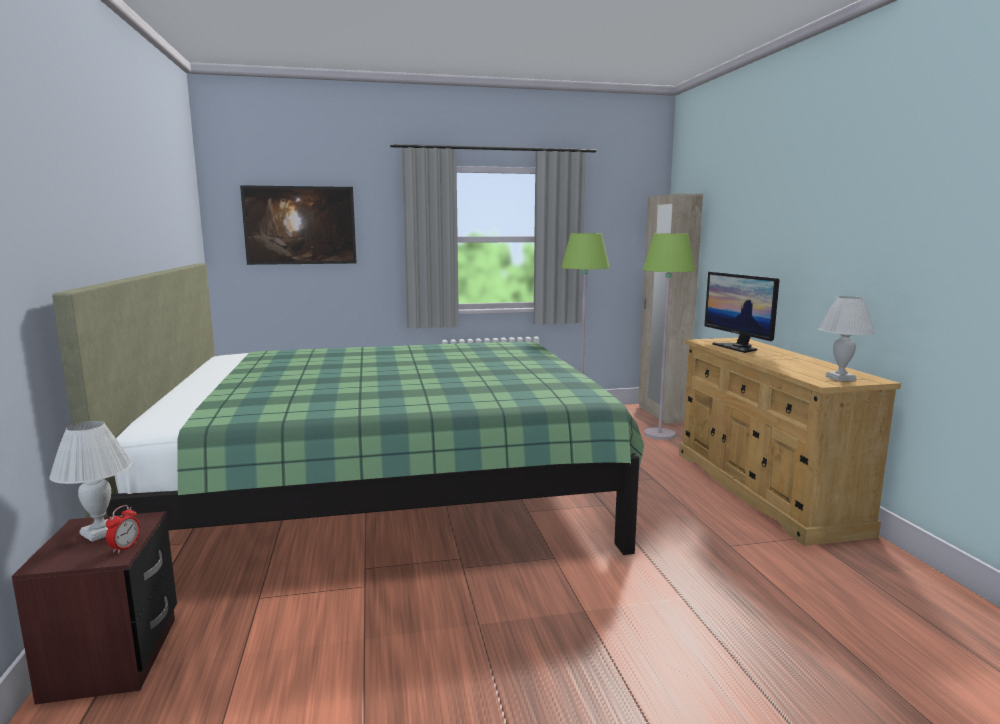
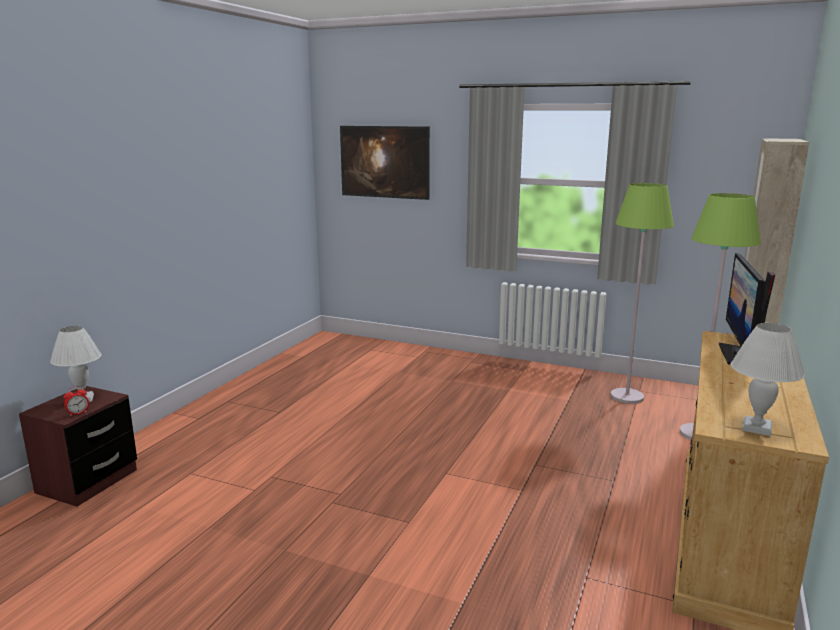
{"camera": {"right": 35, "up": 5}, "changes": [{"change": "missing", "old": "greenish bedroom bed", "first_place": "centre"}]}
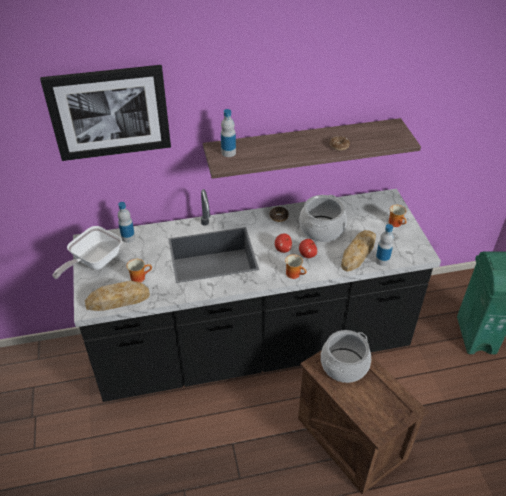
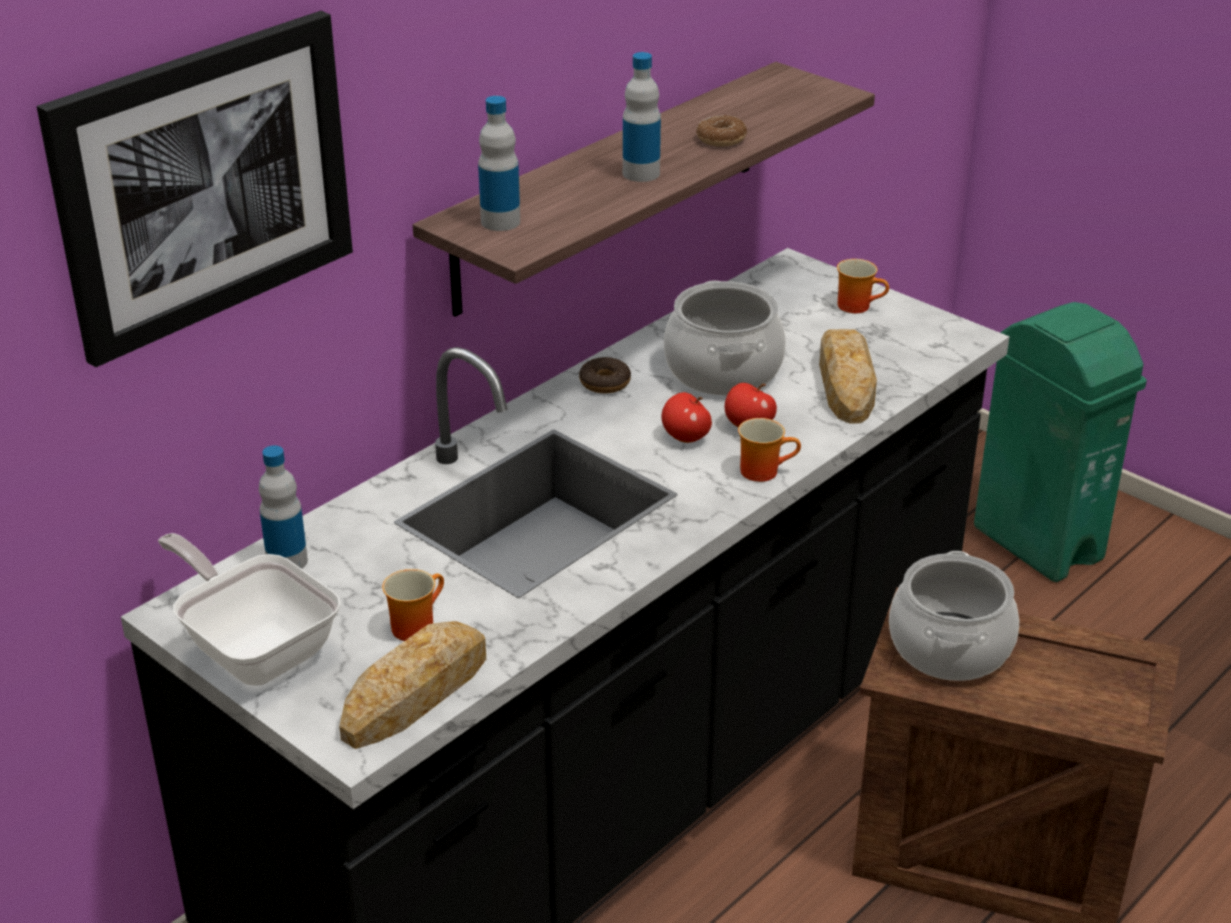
{"camera": {"right": -35, "up": -10}, "changes": [{"change": "spun", "old": "pan", "first_place": "middle left", "second_place": "middle left", "degrees": 135}, {"change": "relocated", "old": "bottle (no. 3 from left)", "first_place": "middle right", "second_place": "top centre"}]}
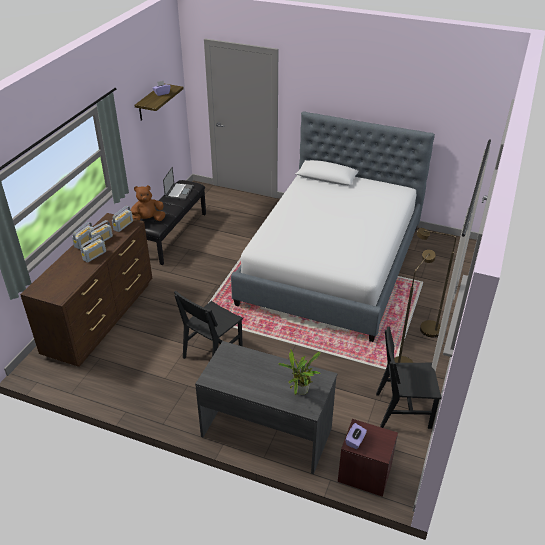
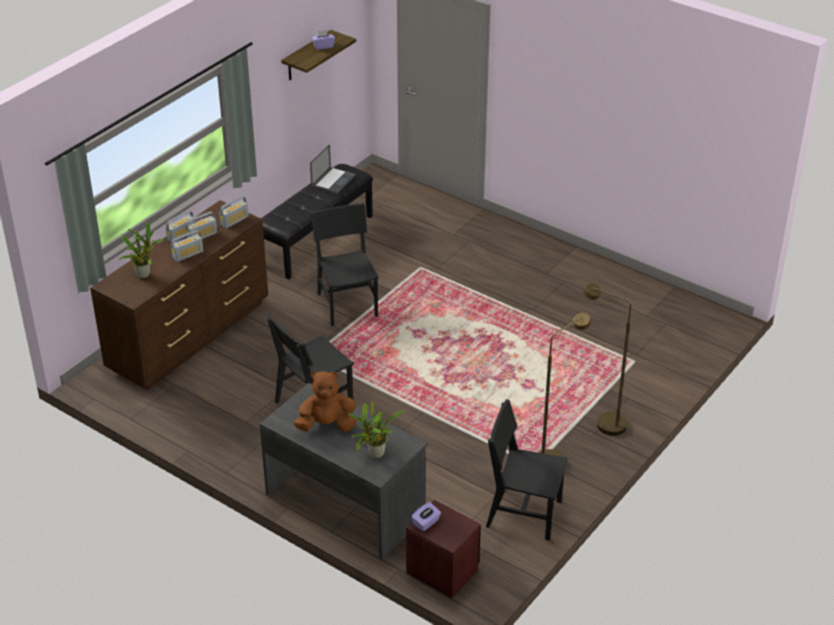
{"camera": {"right": 15, "up": 0}, "changes": [{"change": "appeared", "new": "plant in a pot (no. 1 from left)", "second_place": "middle left"}, {"change": "relocated", "old": "brown-coloured cuddly toy", "first_place": "middle left", "second_place": "centre"}, {"change": "appeared", "new": "black chair (no. 2 from left)", "second_place": "centre"}, {"change": "missing", "old": "bedroom bed", "first_place": "centre"}]}
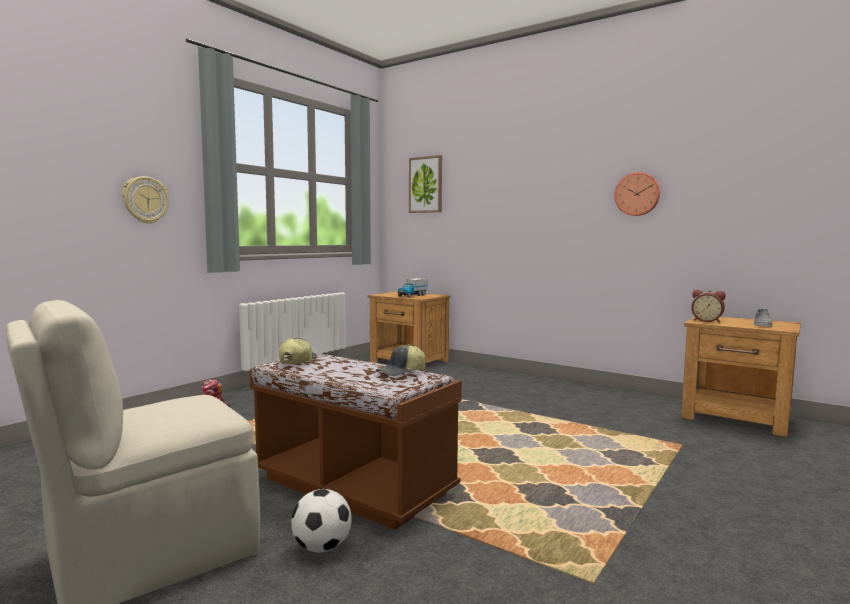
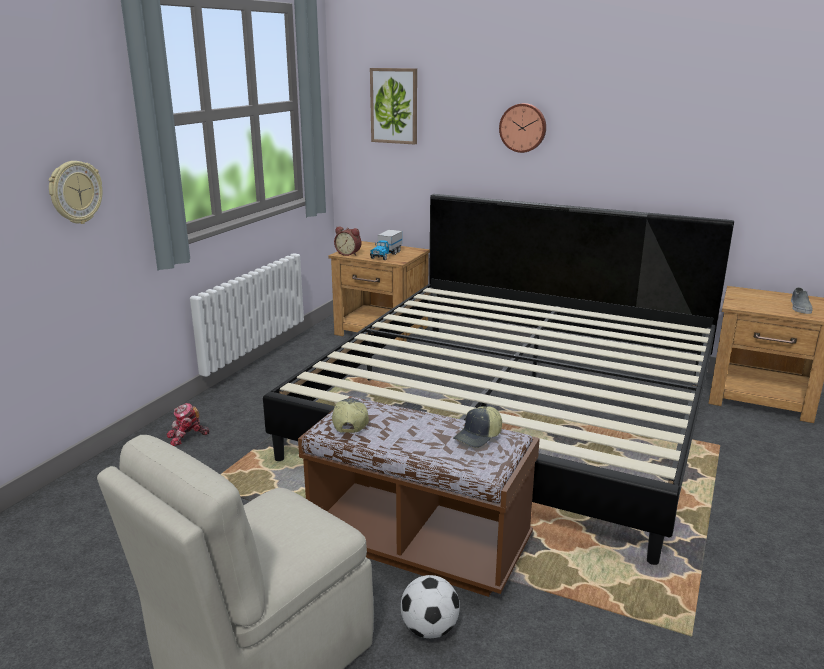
{"camera": {"right": -10, "up": 15}, "changes": [{"change": "appeared", "new": "bedroom bed", "second_place": "centre"}, {"change": "relocated", "old": "table clock", "first_place": "middle right", "second_place": "centre"}, {"change": "relocated", "old": "clock on the wall (no. 2 from left)", "first_place": "top right", "second_place": "top centre"}]}
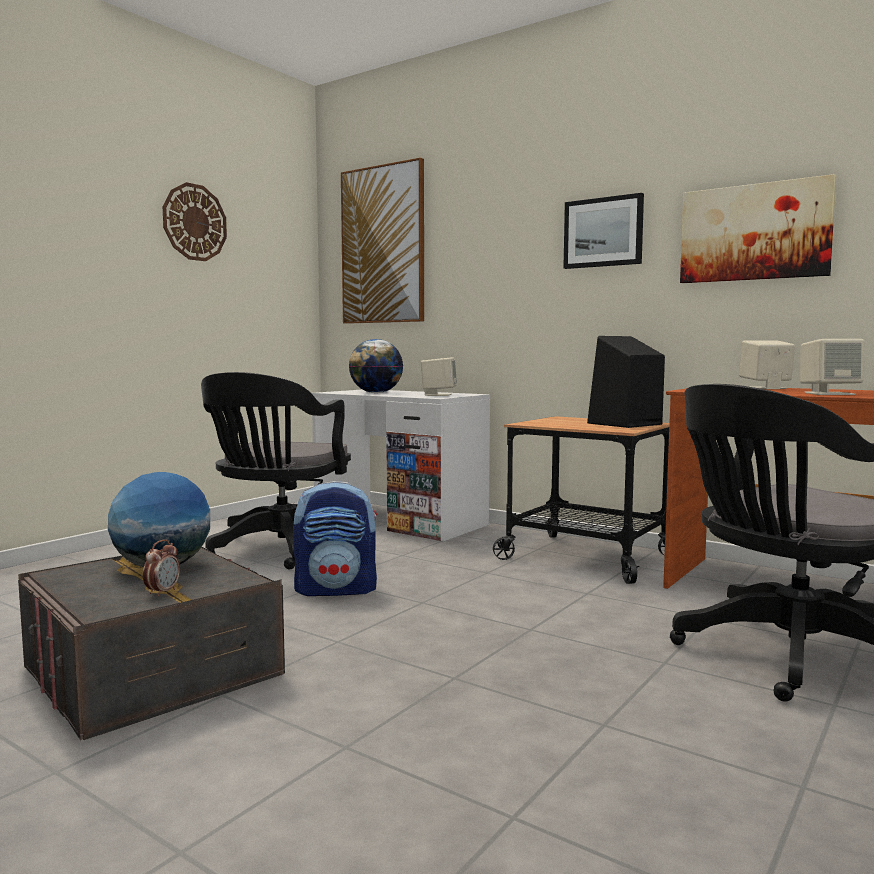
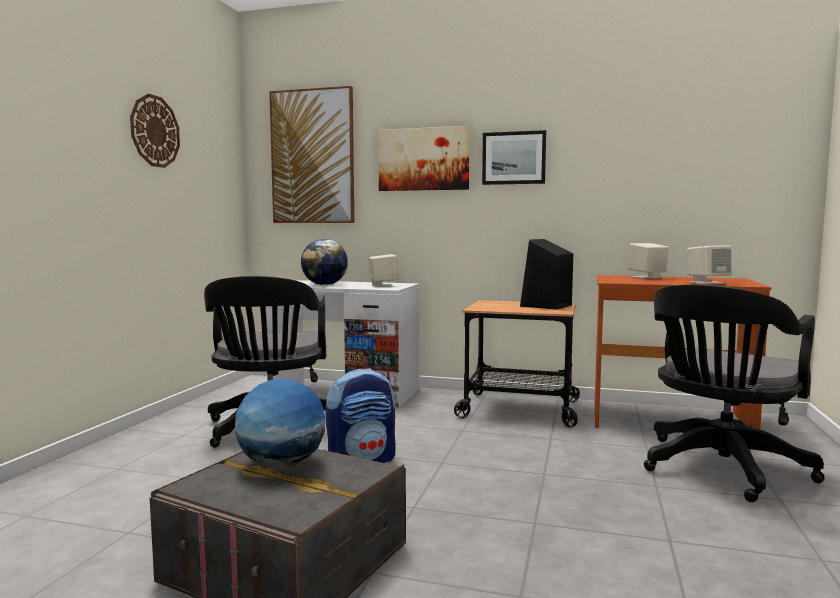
{"camera": {"right": -20, "up": 0}, "changes": [{"change": "relocated", "old": "picture (no. 3 from left in the first image)", "new": "picture (no. 2 from left)", "first_place": "top right", "second_place": "top centre"}, {"change": "missing", "old": "table clock", "first_place": "middle left"}]}
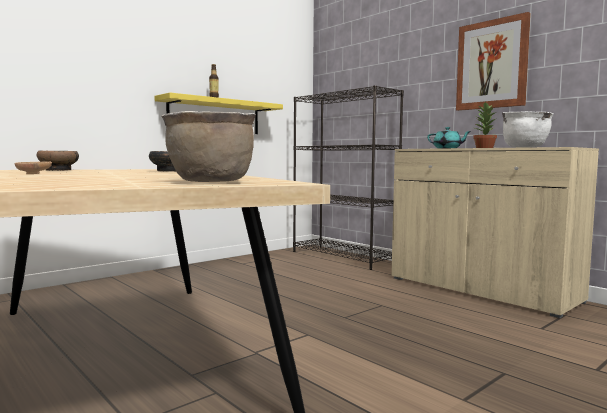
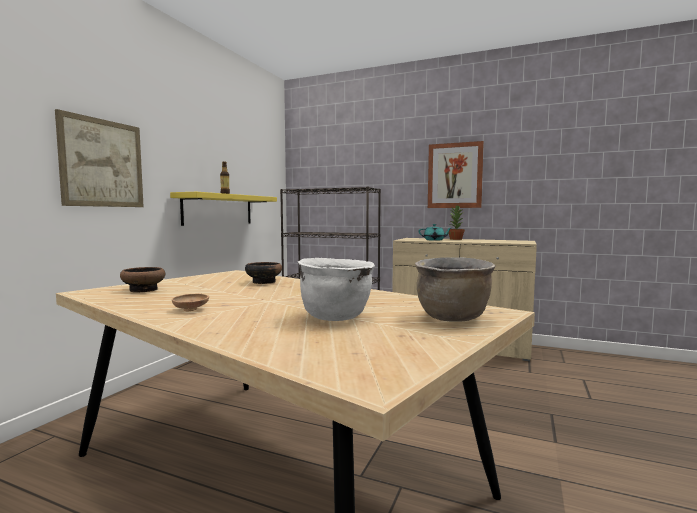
{"camera": {"right": -25, "up": 0}, "changes": [{"change": "appeared", "new": "picture (no. 1 from left)", "second_place": "top left"}, {"change": "relocated", "old": "white-coloured saucepot", "first_place": "top right", "second_place": "centre"}]}
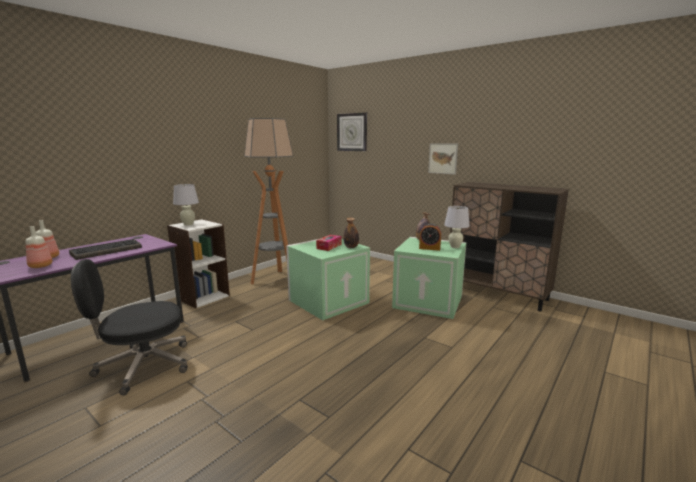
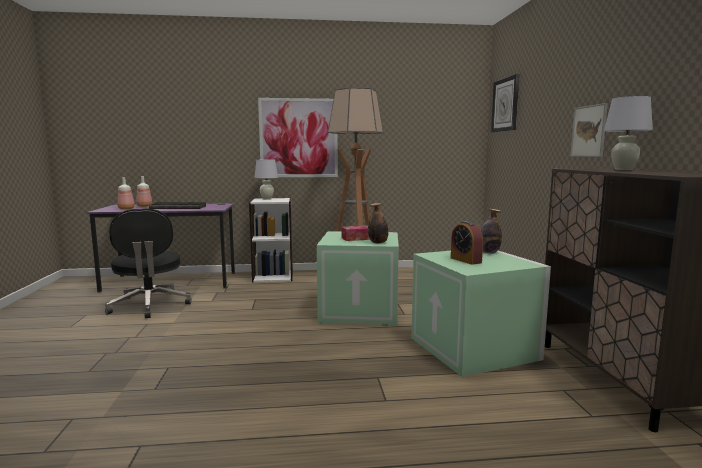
{"camera": {"right": 45, "up": -5}, "changes": [{"change": "spun", "old": "black desk chair", "first_place": "bottom left", "second_place": "middle left", "degrees": -135}, {"change": "appeared", "new": "picture (no. 1 from left)", "second_place": "top centre"}, {"change": "relocated", "old": "white-coloured lamp for a table (no. 2 from left)", "first_place": "centre", "second_place": "top right"}]}
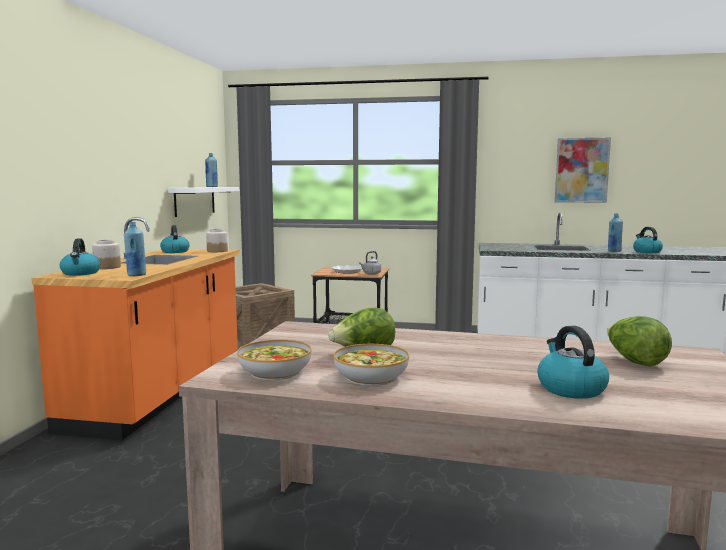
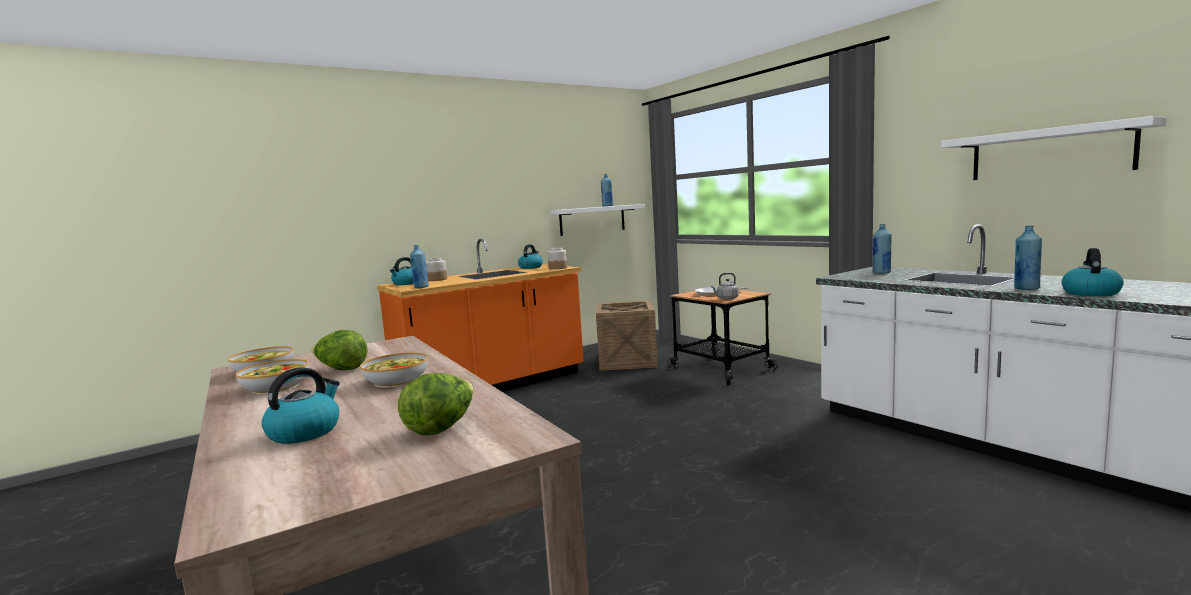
{"camera": {"right": 45, "up": 0}, "changes": [{"change": "appeared", "new": "serving bowl (no. 3 from left)", "second_place": "middle left"}, {"change": "appeared", "new": "bluish bottle (no. 3 from left)", "second_place": "middle right"}, {"change": "exchanged", "old": "picture", "new": "white-coloured wall shelf (no. 2 from left)", "first_place": "top right", "second_place": "top right"}]}
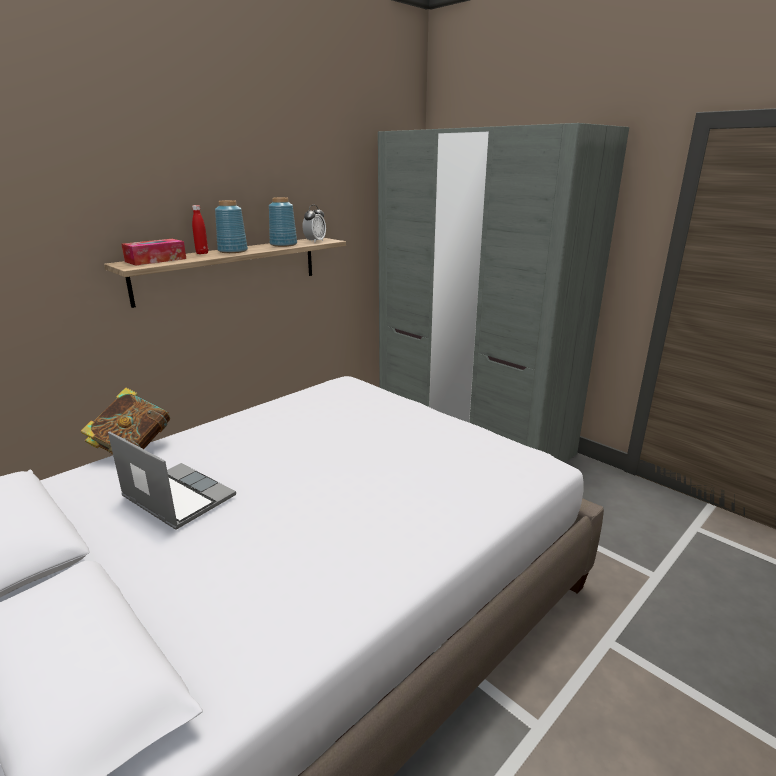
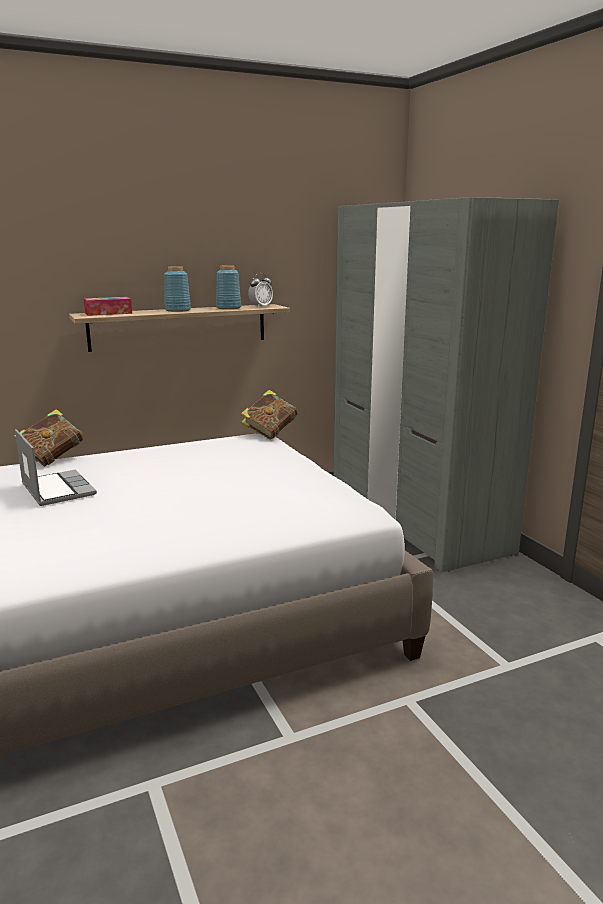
{"camera": {"right": 20, "up": -5}, "changes": [{"change": "appeared", "new": "volume (no. 2 from left)", "second_place": "centre"}, {"change": "missing", "old": "red-coloured bottle", "first_place": "top left"}]}
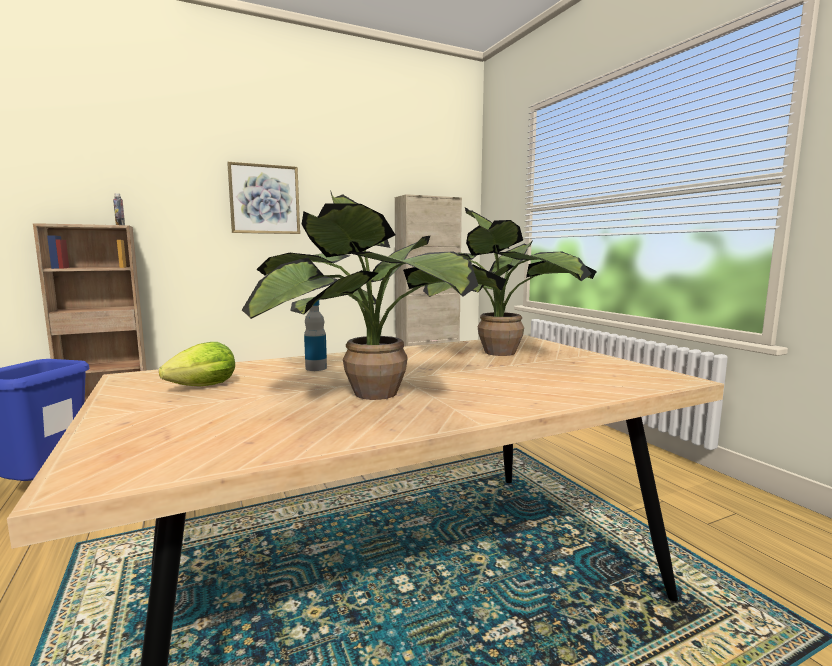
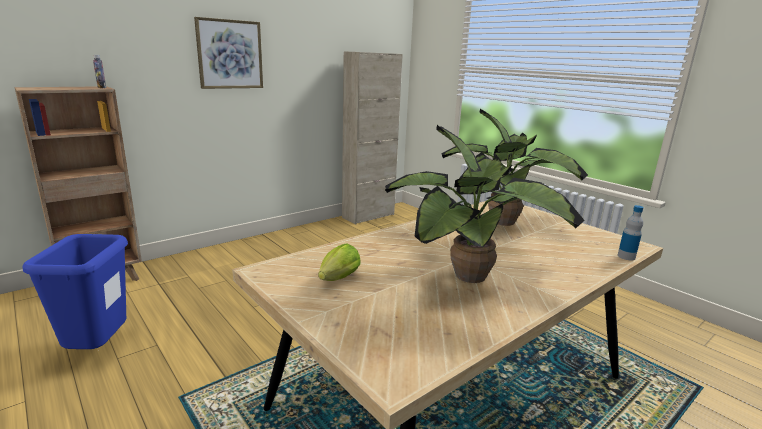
{"camera": {"right": -15, "up": 10}, "changes": [{"change": "relocated", "old": "bottle (no. 2 from left)", "first_place": "centre", "second_place": "middle right"}]}
